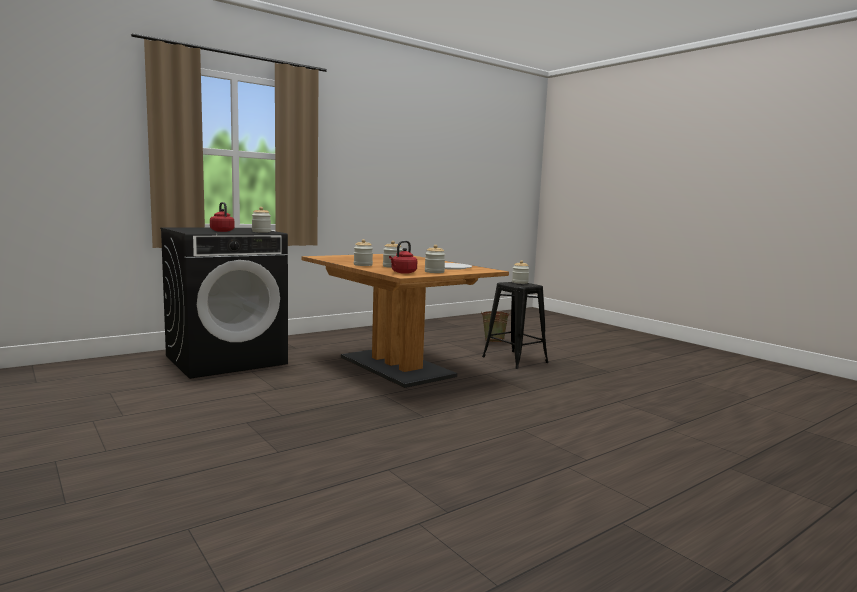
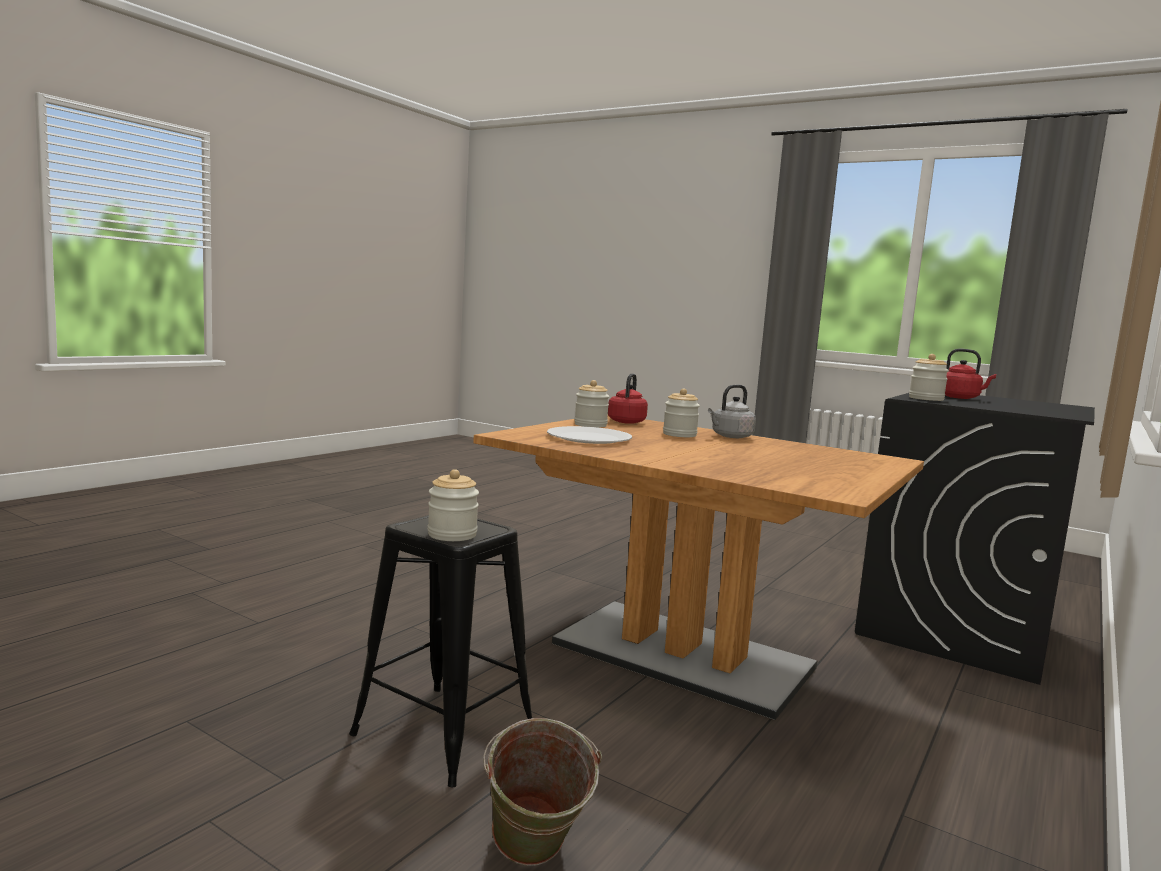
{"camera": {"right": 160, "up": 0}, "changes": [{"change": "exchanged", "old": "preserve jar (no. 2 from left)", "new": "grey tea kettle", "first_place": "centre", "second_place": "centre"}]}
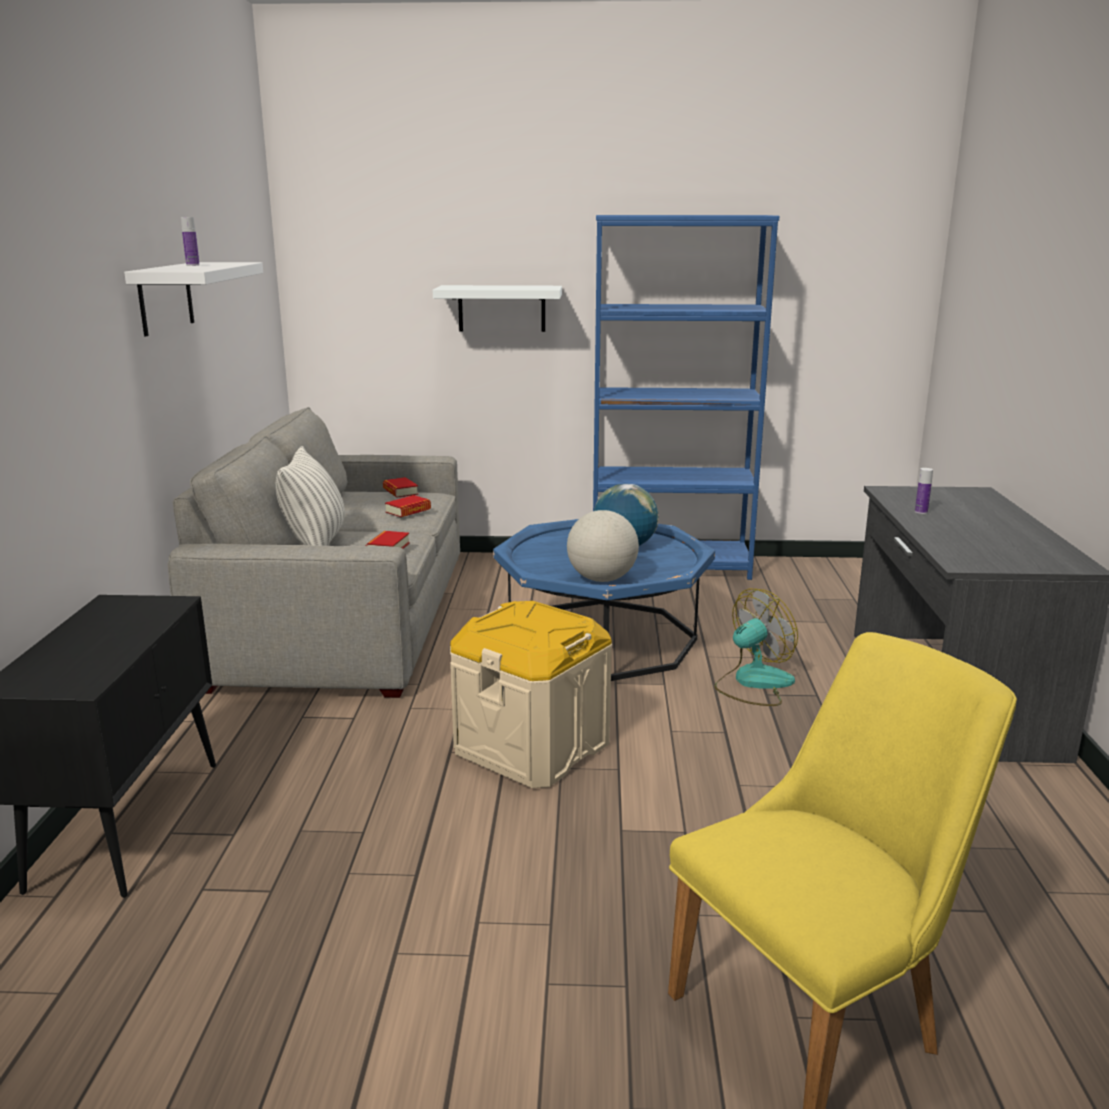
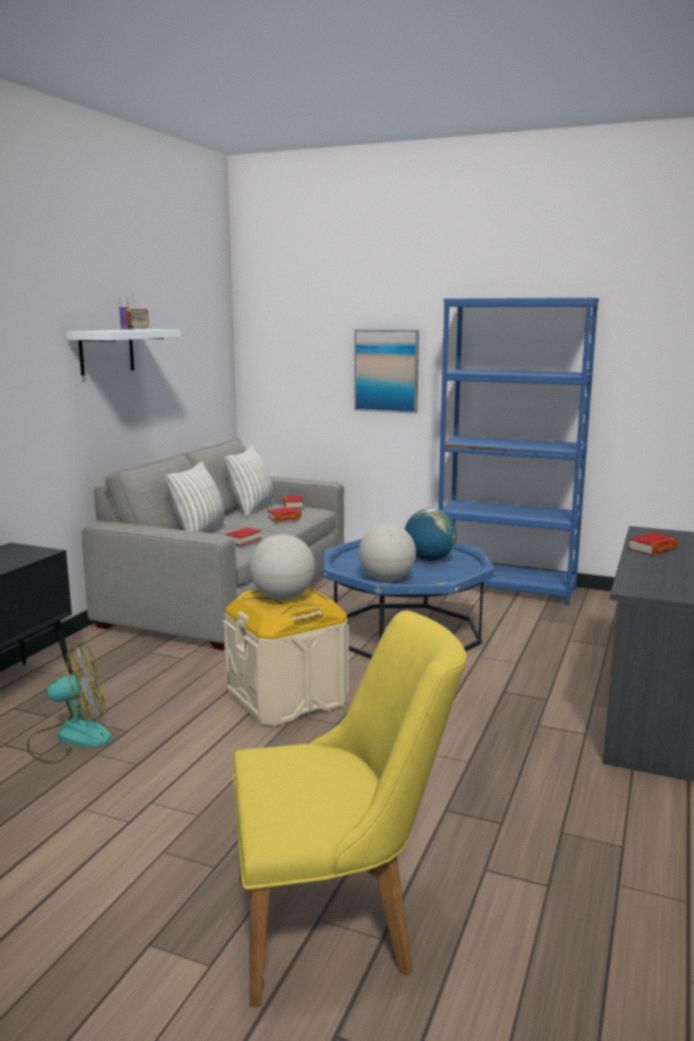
{"camera": {"right": 20, "up": -5}, "changes": [{"change": "relocated", "old": "fan", "first_place": "middle right", "second_place": "bottom left"}, {"change": "appeared", "new": "radio", "second_place": "top left"}, {"change": "appeared", "new": "cushion (no. 2 from left)", "second_place": "centre"}, {"change": "appeared", "new": "globe (no. 1 from left)", "second_place": "centre"}, {"change": "exchanged", "old": "white-coloured wall shelf (no. 2 from left)", "new": "picture", "first_place": "top centre", "second_place": "centre"}, {"change": "exchanged", "old": "bottle (no. 2 from left)", "new": "volume (no. 4 from left)", "first_place": "middle right", "second_place": "middle right"}]}
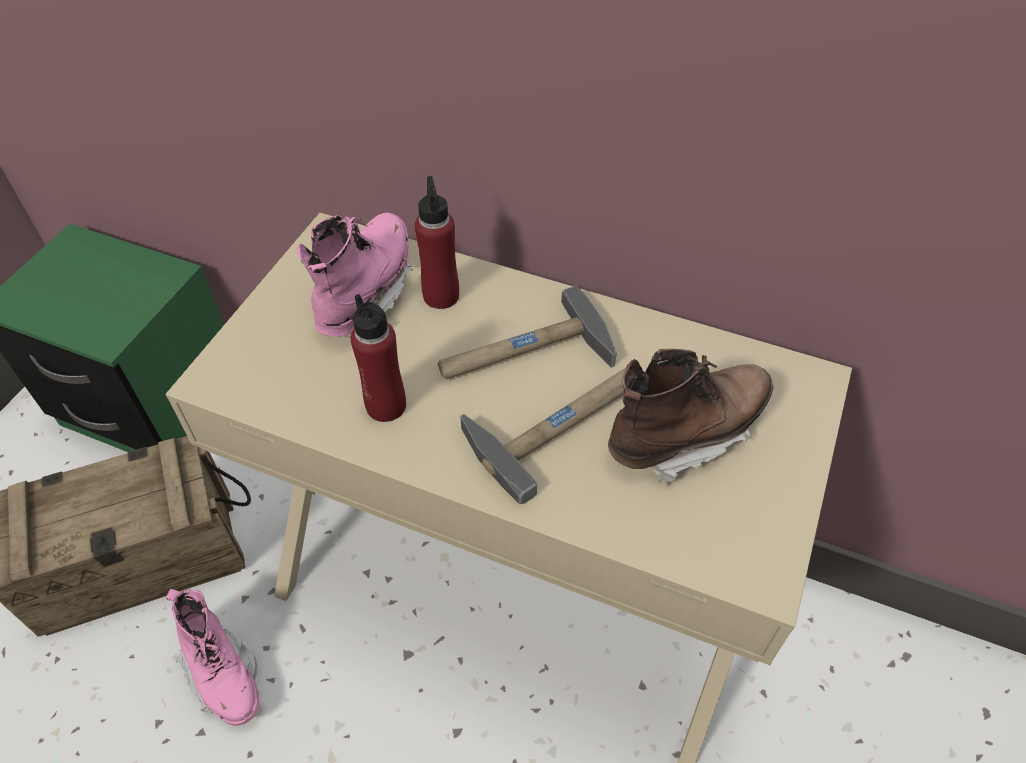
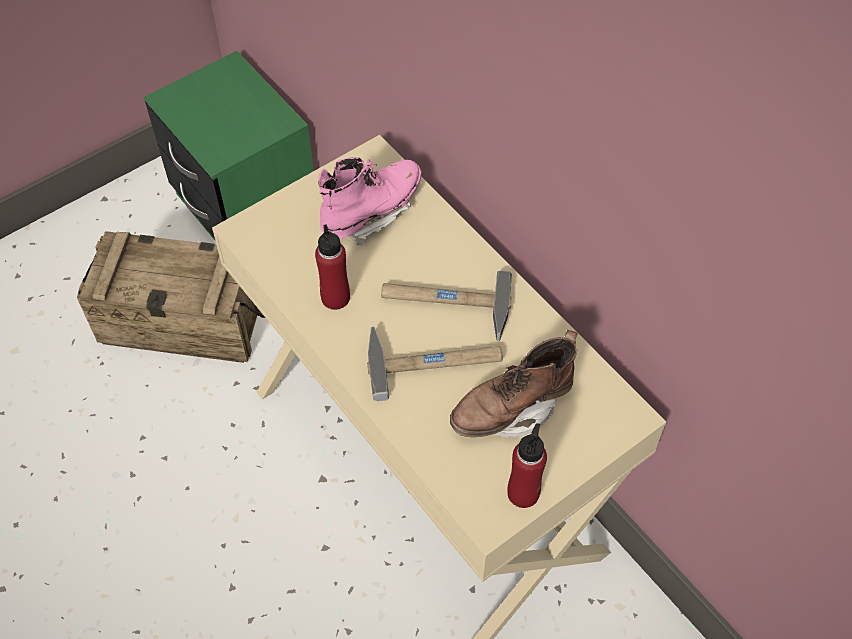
{"camera": {"right": 30, "up": 5}, "changes": [{"change": "spun", "old": "brown-coloured tall boot", "first_place": "middle right", "second_place": "centre", "degrees": 150}, {"change": "relocated", "old": "red-coloured bottle (no. 2 from left)", "first_place": "top centre", "second_place": "bottom centre"}, {"change": "missing", "old": "pinkish tall boot (no. 1 from left)", "first_place": "bottom left"}]}
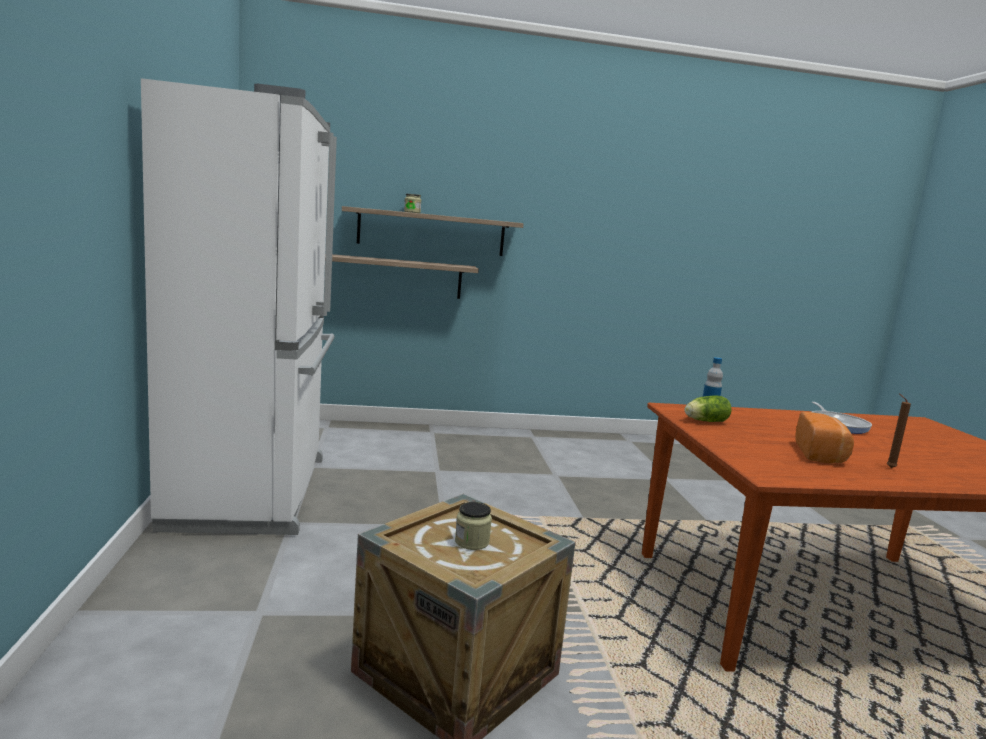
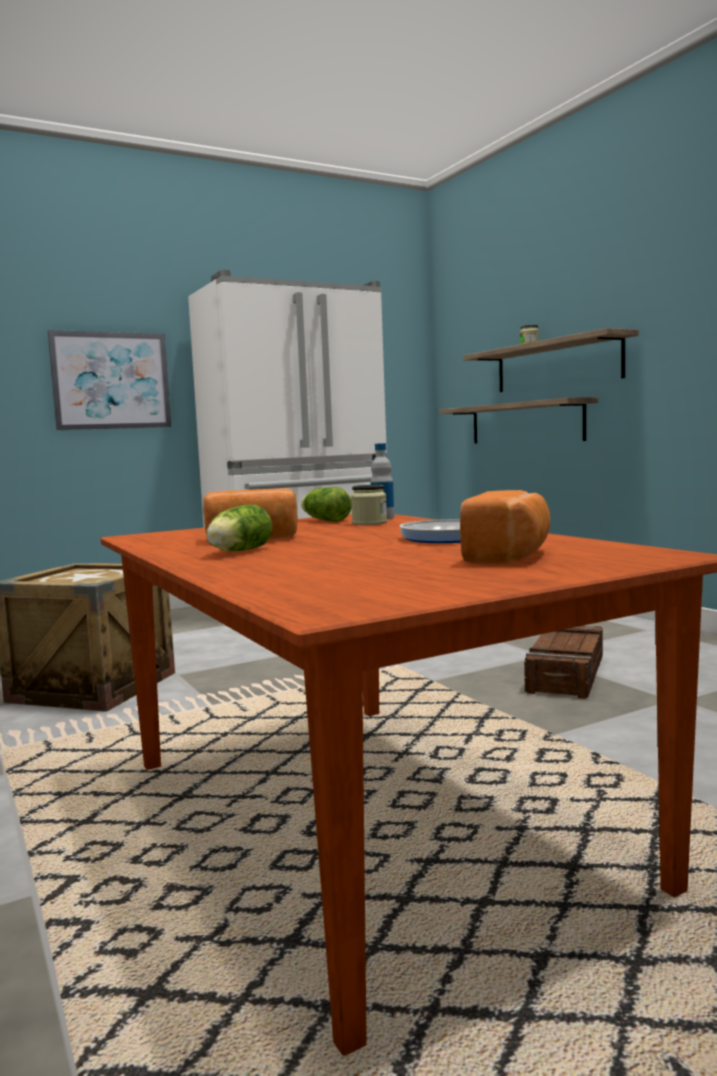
{"camera": {"right": 70, "up": -5}, "changes": [{"change": "appeared", "new": "picture", "second_place": "middle left"}, {"change": "exchanged", "old": "brown-coloured candle", "new": "head of lettuce (no. 1 from left)", "first_place": "middle right", "second_place": "centre"}, {"change": "relocated", "old": "preserve jar (no. 2 from left in the first image)", "new": "preserve jar (no. 1 from left)", "first_place": "bottom centre", "second_place": "centre"}, {"change": "appeared", "new": "bakery bread (no. 2 from left)", "second_place": "middle right"}, {"change": "appeared", "new": "packing crate (no. 2 from left)", "second_place": "middle right"}]}
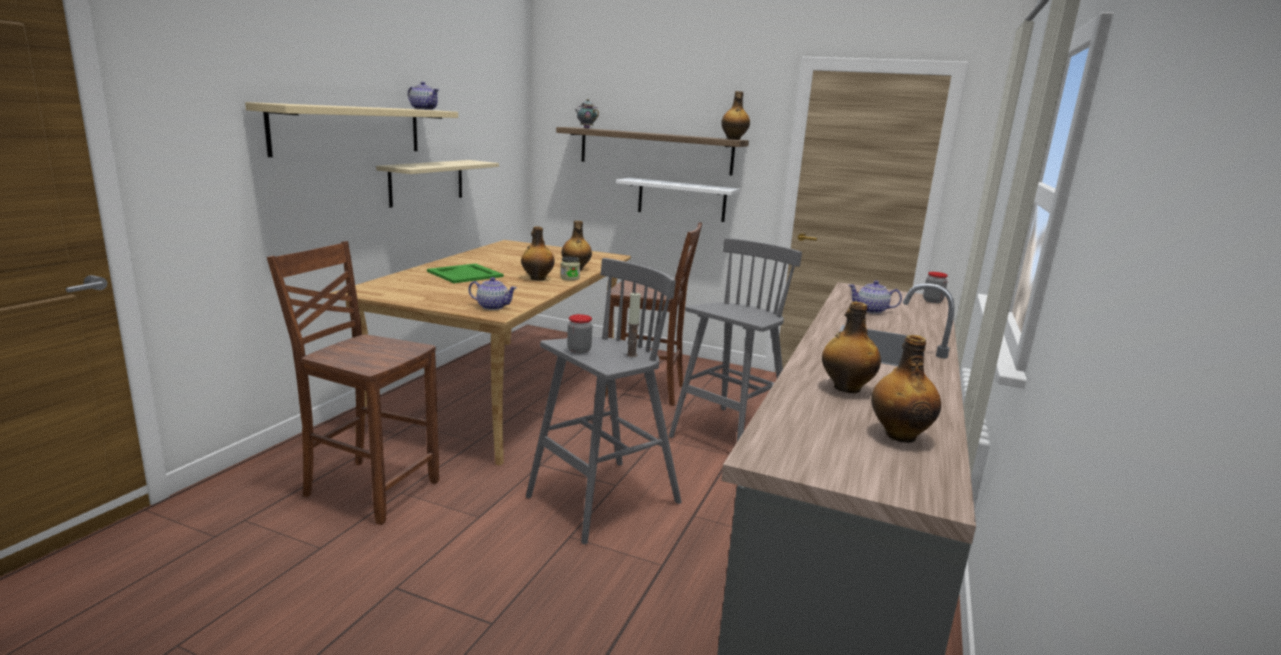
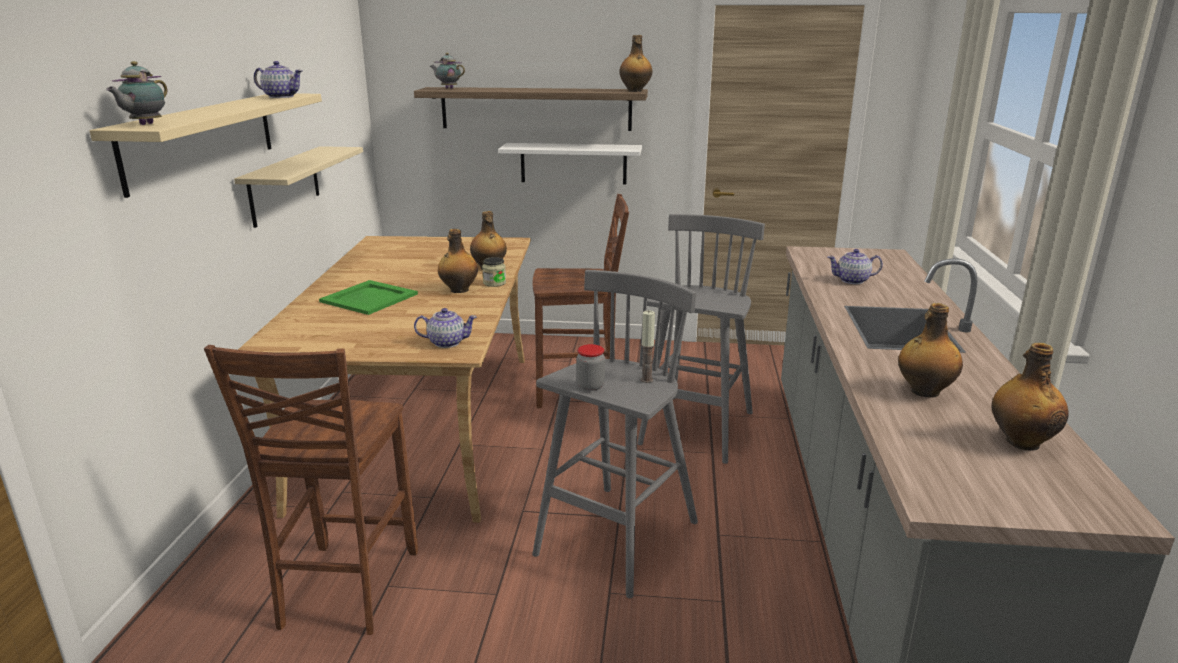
{"camera": {"right": -15, "up": 5}, "changes": [{"change": "appeared", "new": "pot for tea (no. 1 from left)", "second_place": "top left"}, {"change": "spun", "old": "brown-coloured chair (no. 1 from left)", "first_place": "middle left", "second_place": "bottom left", "degrees": -90}, {"change": "missing", "old": "preserve jar (no. 3 from left)", "first_place": "middle right"}]}
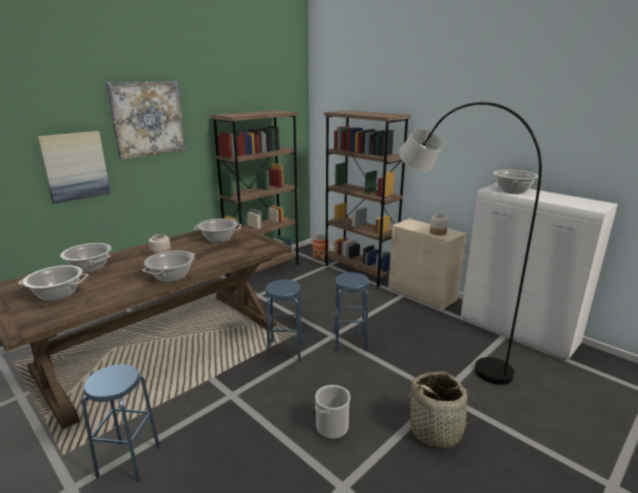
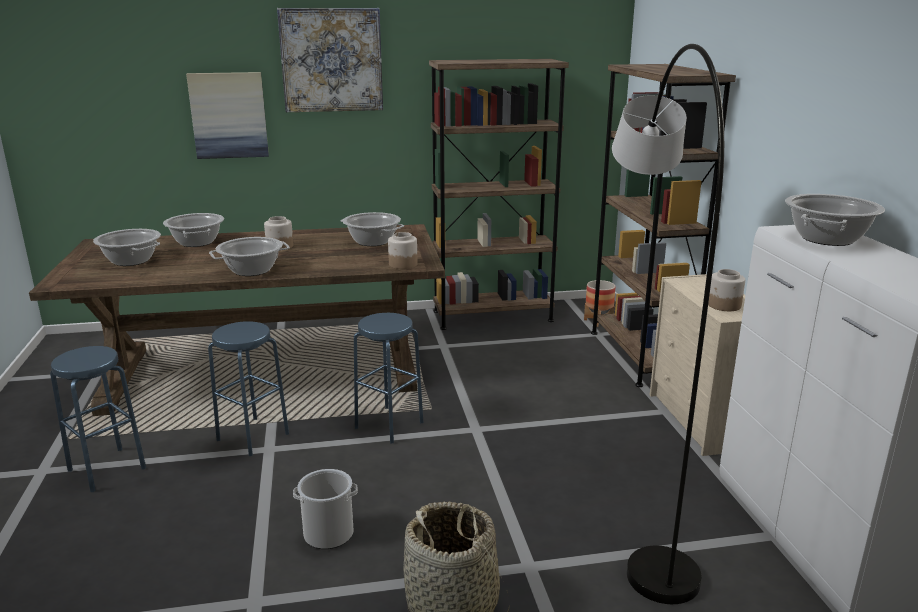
{"camera": {"right": 35, "up": 0}, "changes": [{"change": "relocated", "old": "bluish stool seat (no. 3 from left in the first image)", "new": "bluish stool seat (no. 2 from left)", "first_place": "centre", "second_place": "middle left"}, {"change": "appeared", "new": "preserve jar (no. 2 from left)", "second_place": "centre"}]}
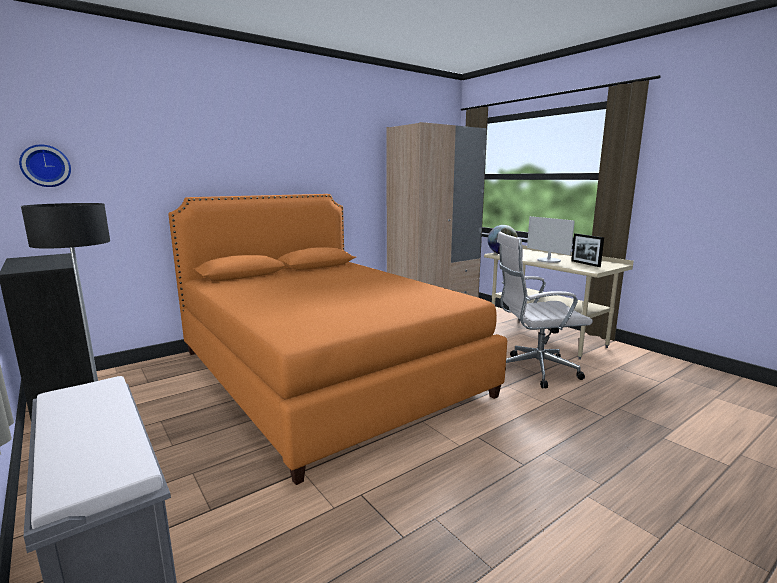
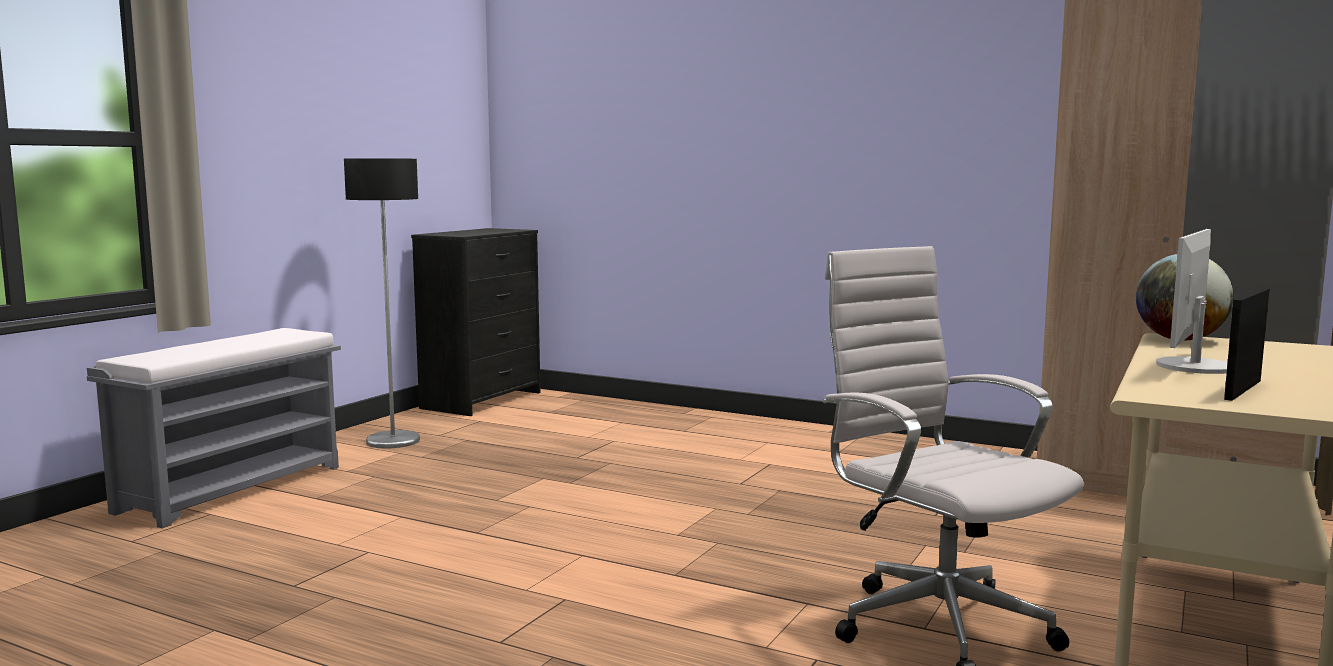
{"camera": {"right": 65, "up": -5}, "changes": [{"change": "missing", "old": "clock on the wall", "first_place": "top left"}, {"change": "missing", "old": "orange bedroom bed", "first_place": "centre"}]}
